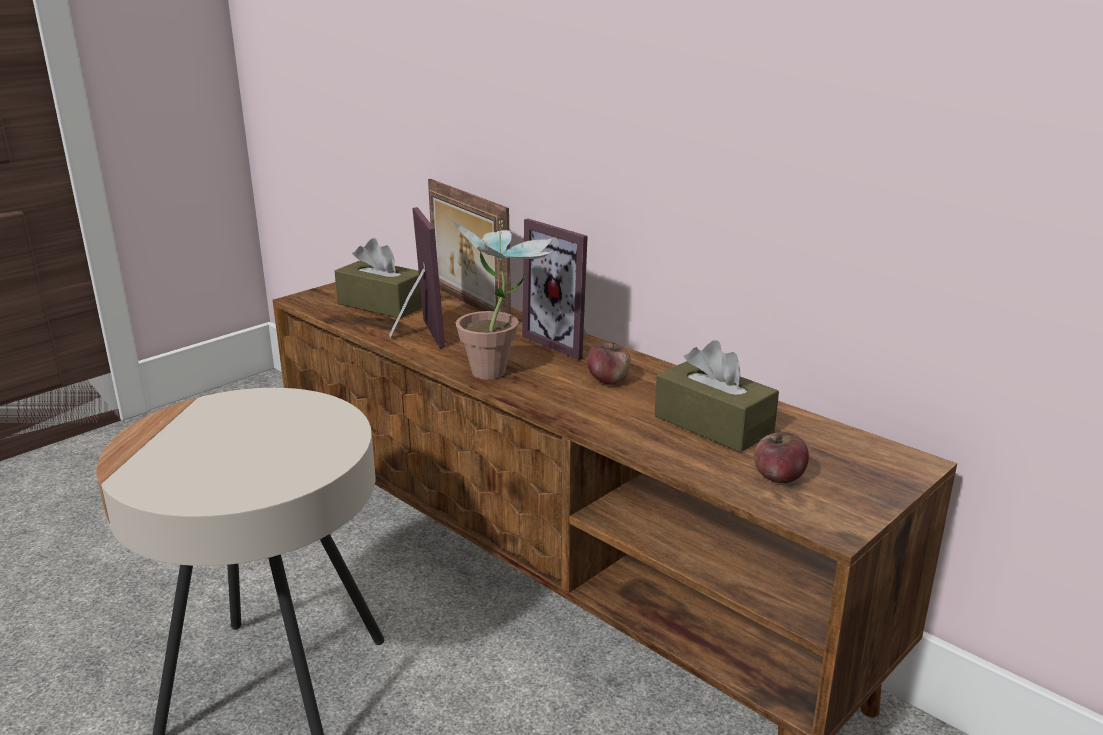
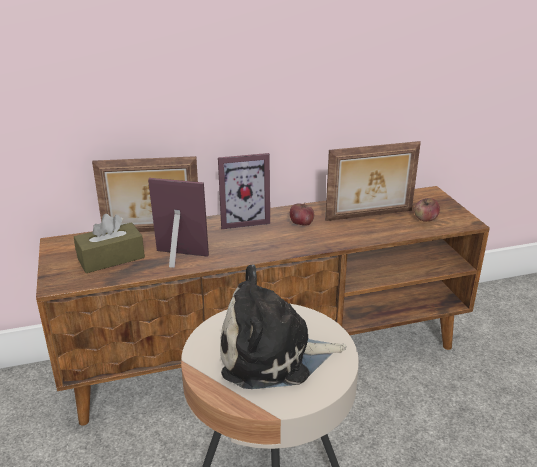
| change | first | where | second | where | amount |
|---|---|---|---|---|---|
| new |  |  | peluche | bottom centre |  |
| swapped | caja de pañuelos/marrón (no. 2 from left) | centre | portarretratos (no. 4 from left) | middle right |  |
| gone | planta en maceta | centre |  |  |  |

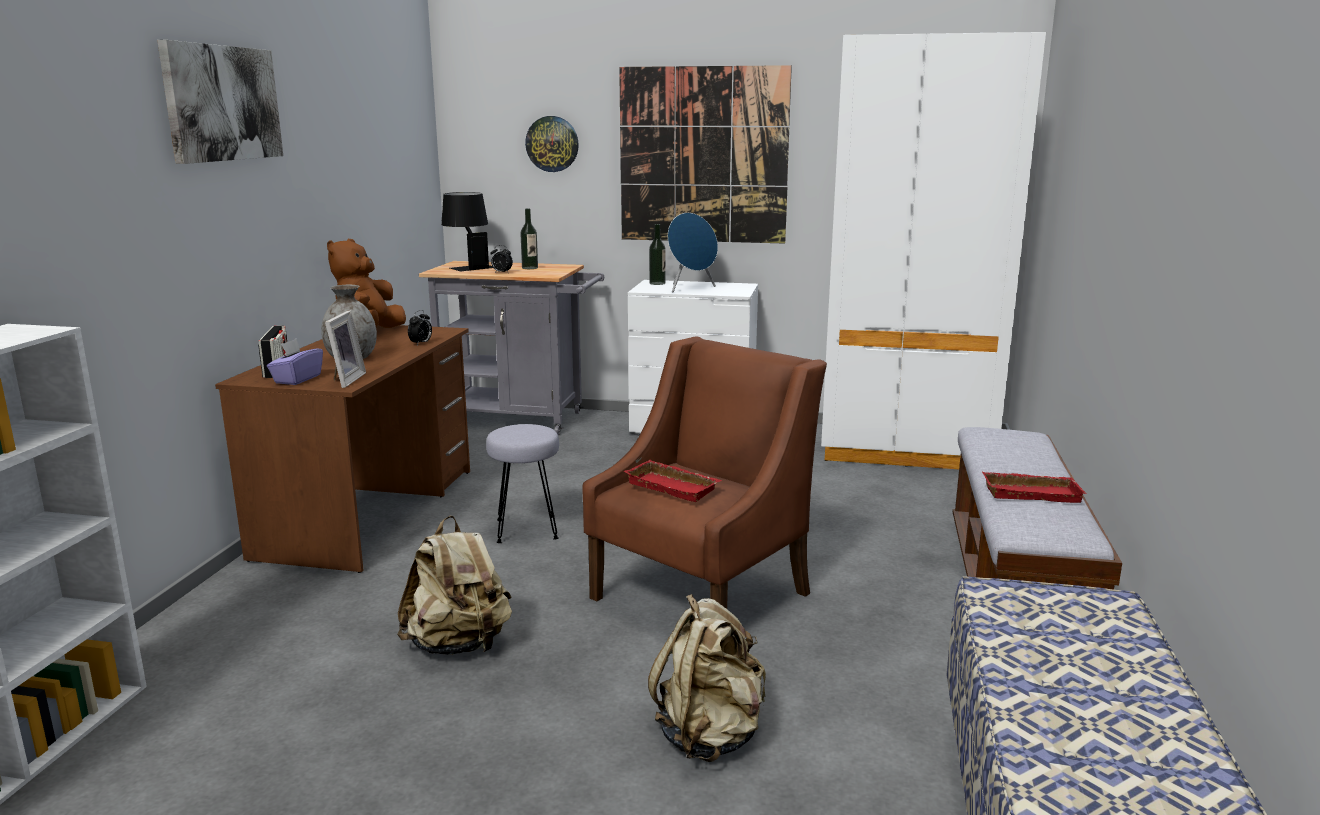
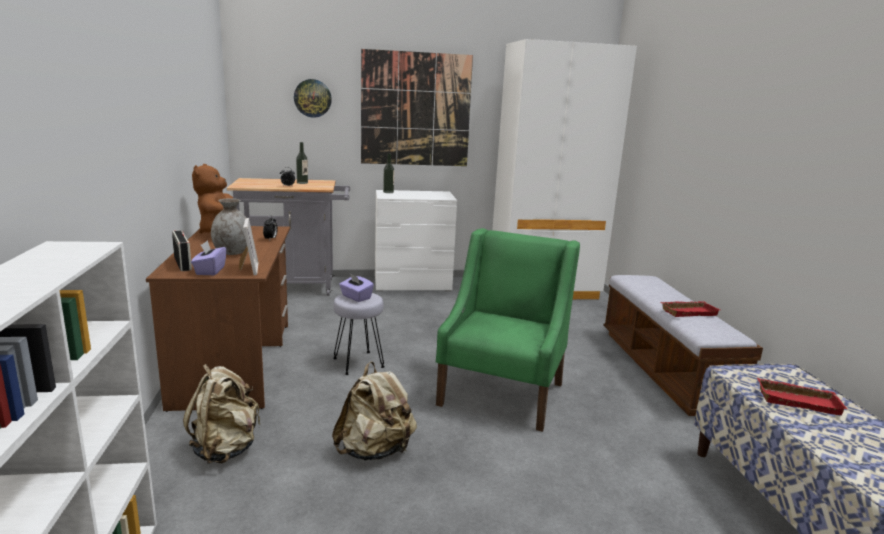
| change | first | where | second | where | amount |
|---|---|---|---|---|---|
| shifted | mochila/beis (no. 2 from left in the first image) | bottom centre | mochila/beis (no. 1 from left) | bottom left |  |
| new |  |  | caja de pañuelos/morado (no. 2 from left) | centre |  |
| repainted | sillón/marrón | centre | sillón/verde | centre |  |
| shifted | bandeja/rojo (no. 1 from left in the first image) | centre | bandeja/rojo (no. 2 from left) | bottom right |  |
| gone | cuadro (no. 1 from left) | top left |  |  |  |
| gone | lámpara de mesa/negro | top centre |  |  |  |
| gone | altavoz/azul | top centre |  |  |  |

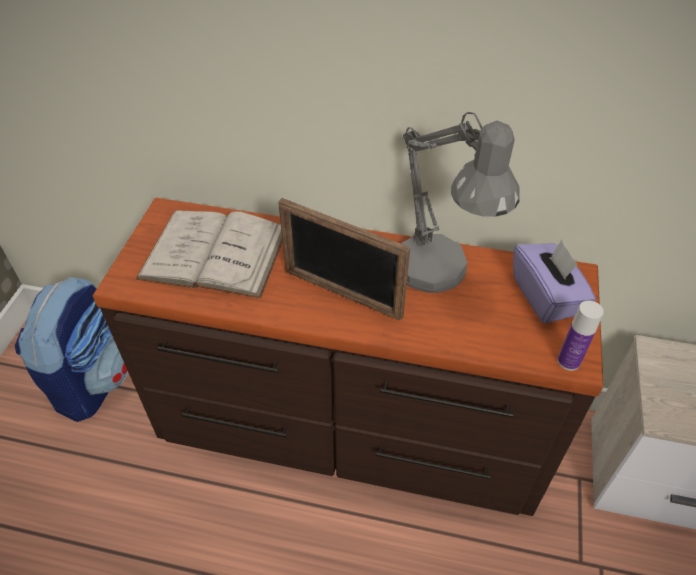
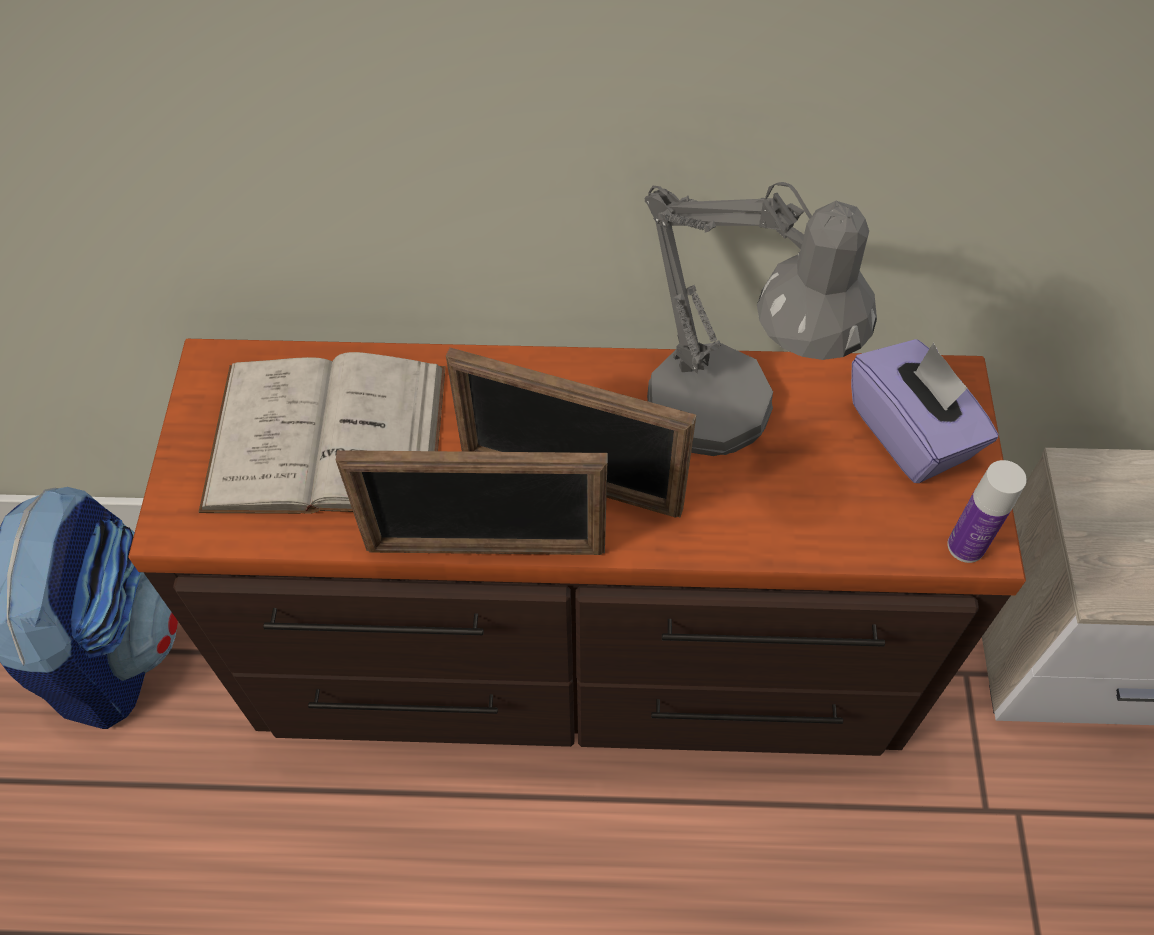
| change | first | where | second | where | amount |
|---|---|---|---|---|---|
| new |  |  | portarretratos (no. 1 from left) | centre |  |

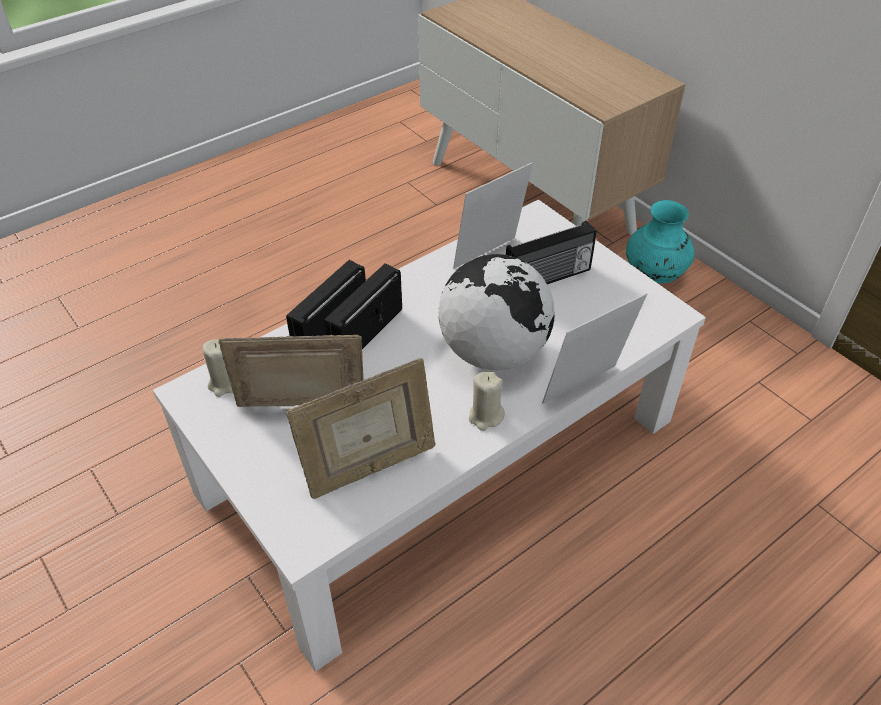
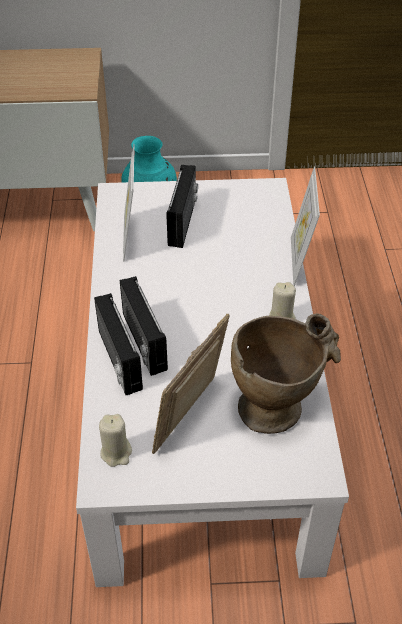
| change | first | where | second | where | amount |
|---|---|---|---|---|---|
| swapped | portarretratos (no. 2 from left) | centre | florero/beis | middle right |  |
| gone | globo terráqueo | centre |  |  |  |

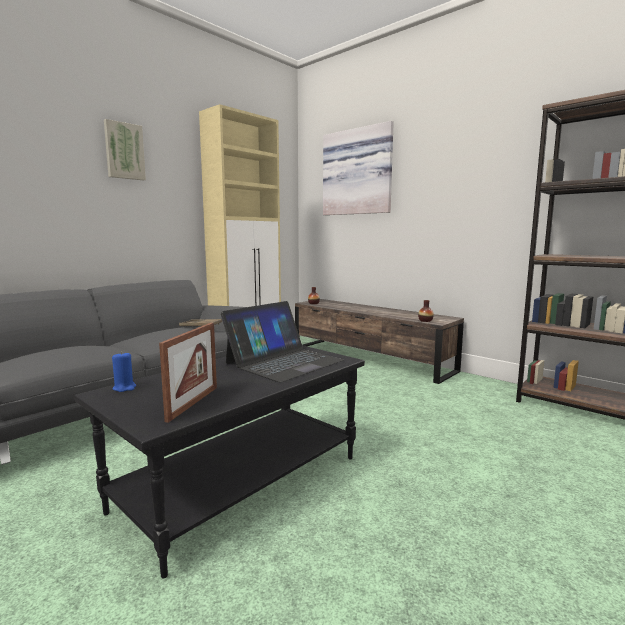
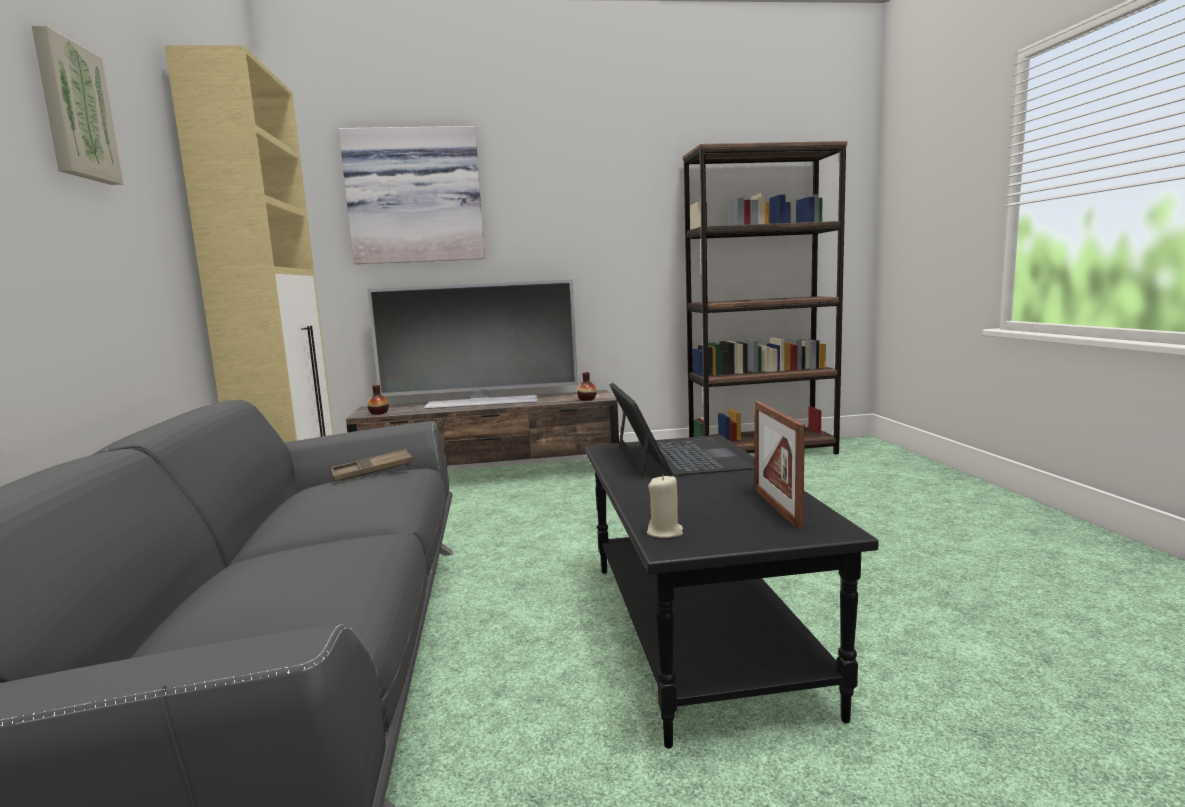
| change | first | where | second | where | amount |
|---|---|---|---|---|---|
| new |  |  | televisor | centre |  |
| repainted | vela/azul | middle left | vela/beis | centre |  |
| rotated | portarretratos | middle left |  | centre | 150 degrees counterclockwise |

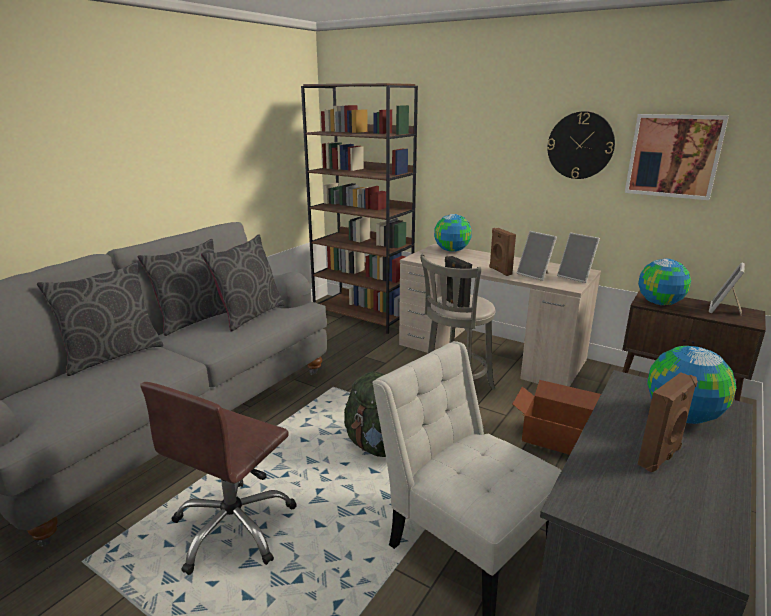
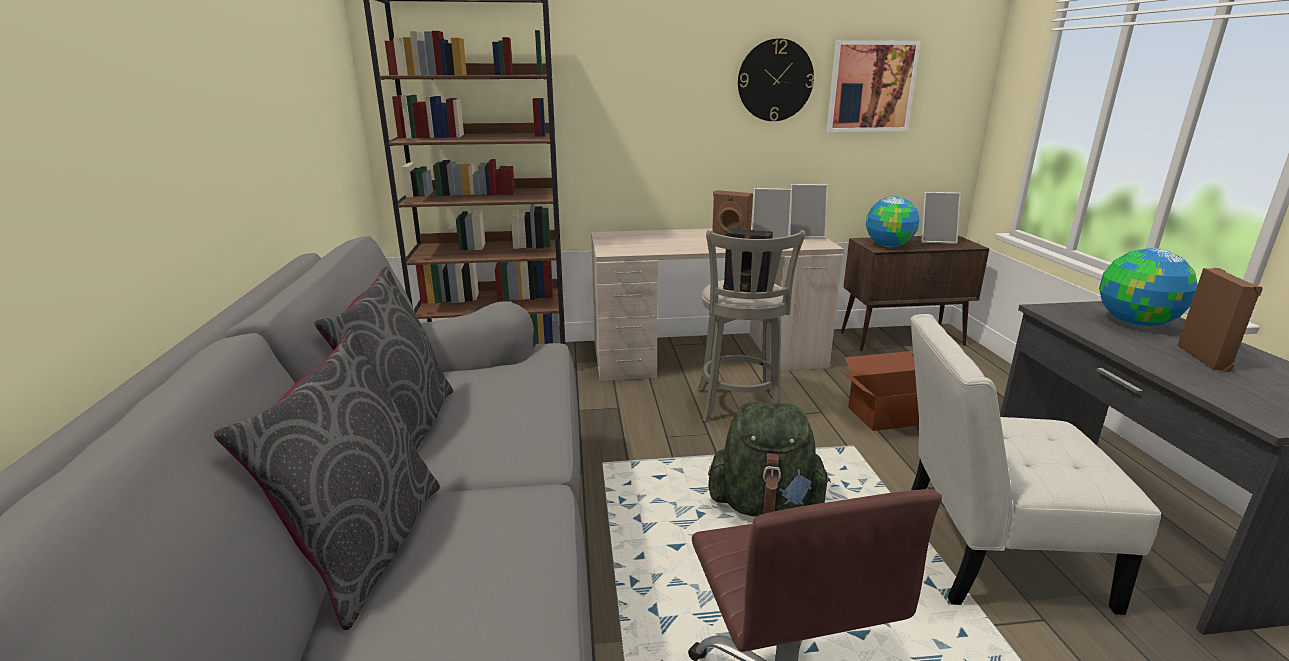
| change | first | where | second | where | amount |
|---|---|---|---|---|---|
| rotated | portarretratos (no. 3 from left) | middle right |  | top right | 75 degrees counterclockwise |
| gone | cojín/gris (no. 3 from left) | middle left |  |  |  |
| gone | globo terráqueo (no. 1 from left) | centre |  |  |  |

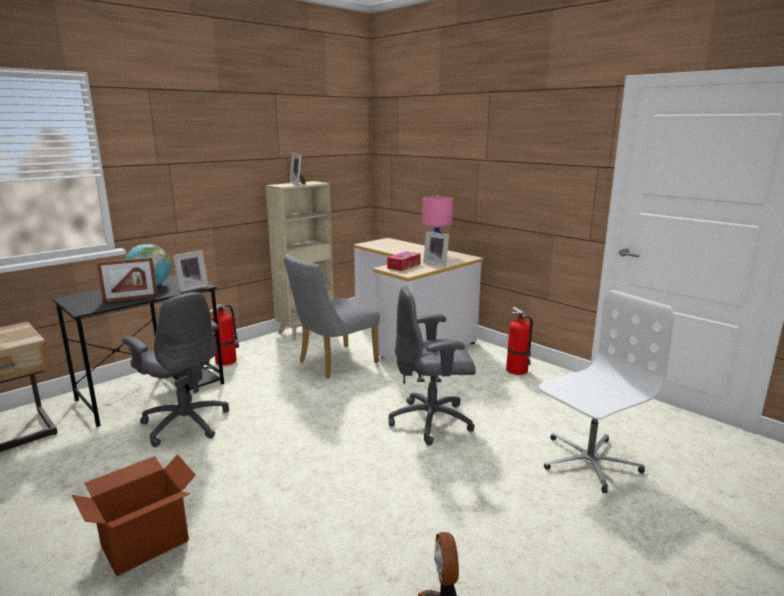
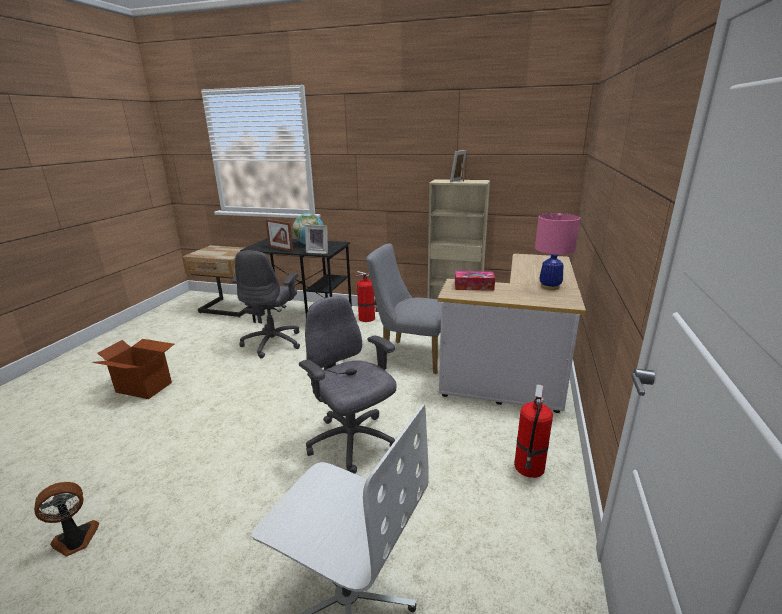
| change | first | where | second | where | amount |
|---|---|---|---|---|---|
| gone | portarretratos (no. 4 from left) | centre |  |  |  |

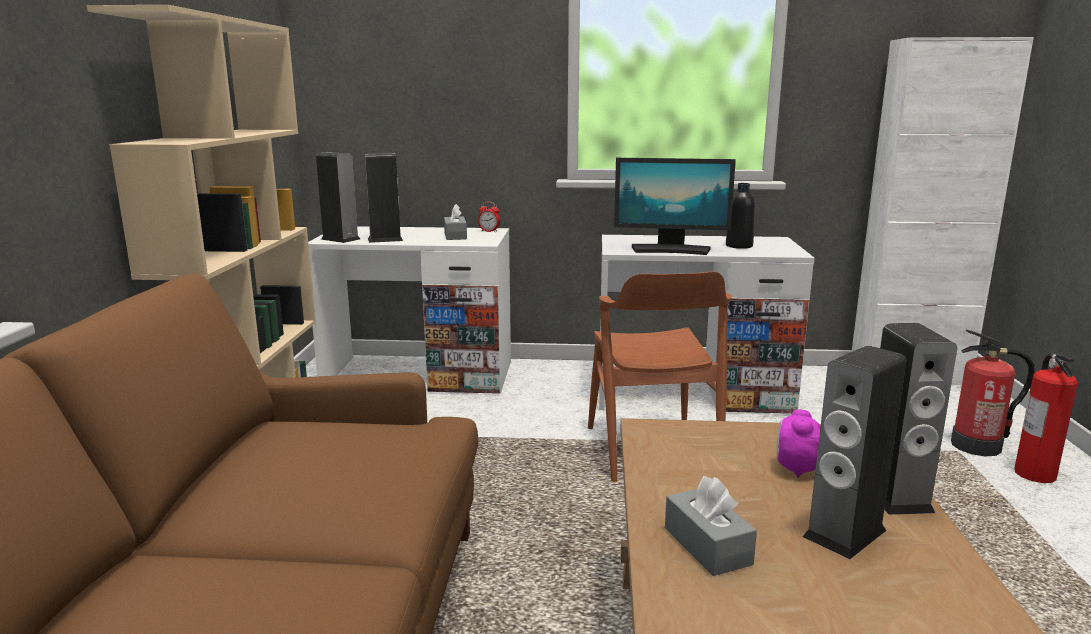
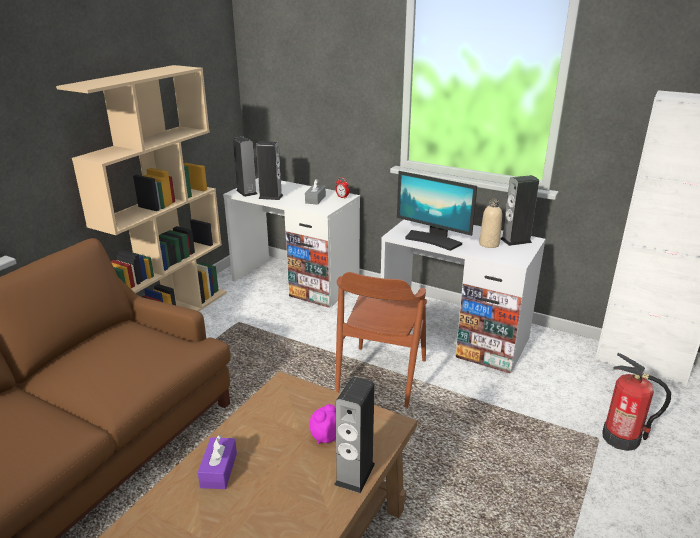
| change | first | where | second | where | amount |
|---|---|---|---|---|---|
| repainted | caja de pañuelos/gris (no. 2 from left) | bottom centre | caja de pañuelos/morado | bottom left |  |
| repainted | botella/negro | middle right | botella/beis | middle right |  |
| shifted | altavoz (no. 3 from left in the first image) | bottom right | altavoz (no. 4 from left) | middle right |  |
| gone | extintor (no. 2 from left) | middle right |  |  |  |

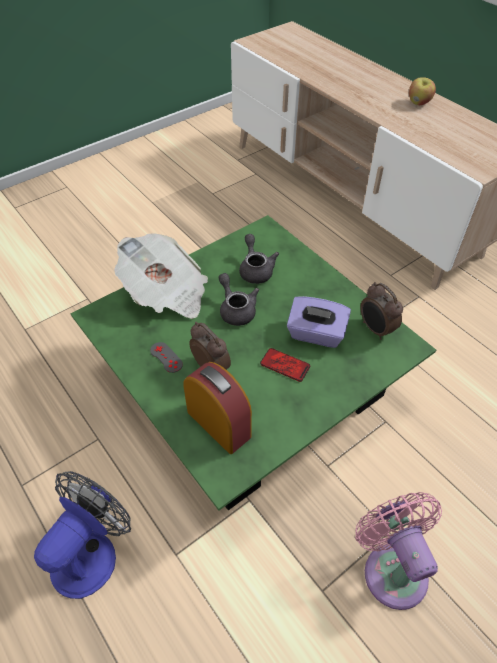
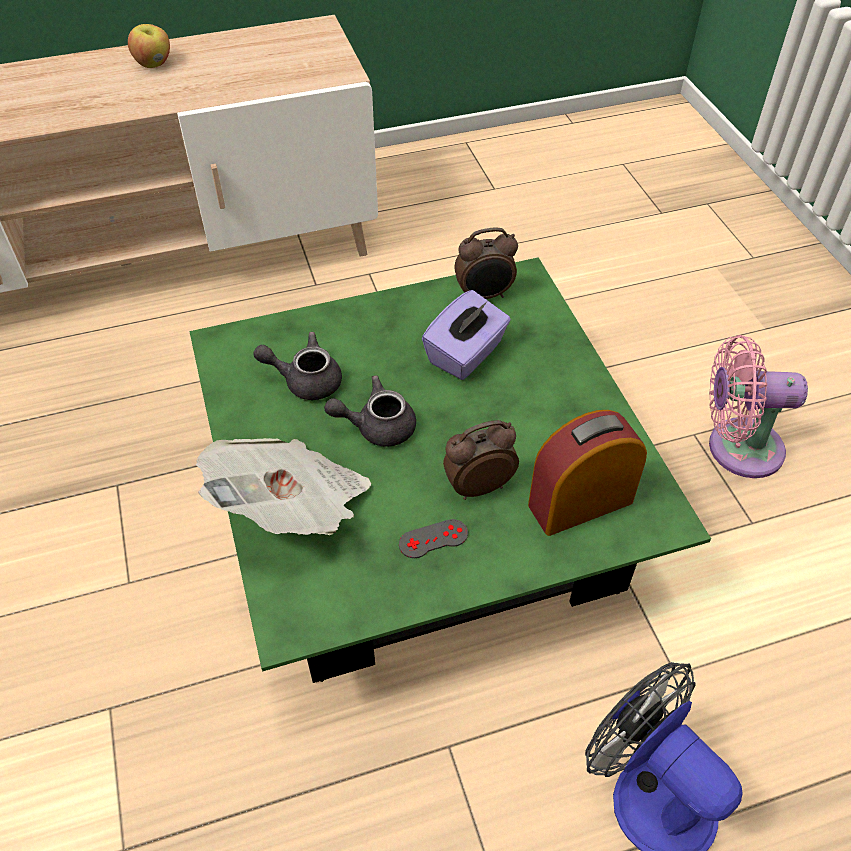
| change | first | where | second | where | amount |
|---|---|---|---|---|---|
| gone | móvil | centre |  |  |  |

